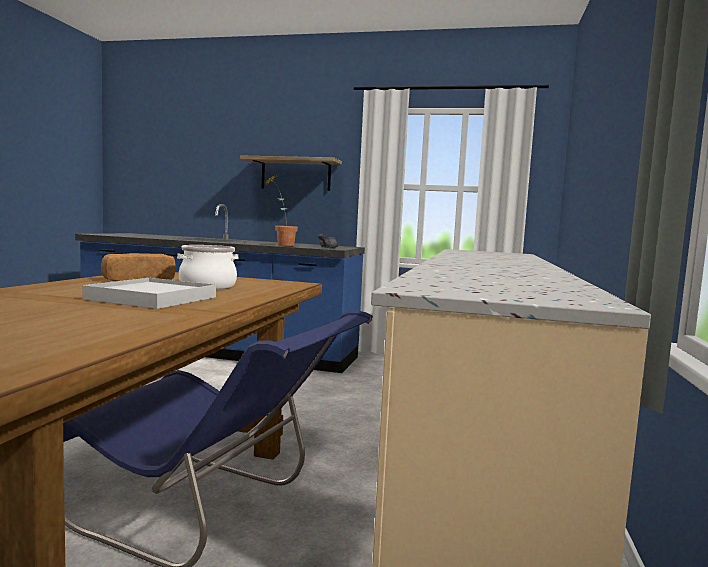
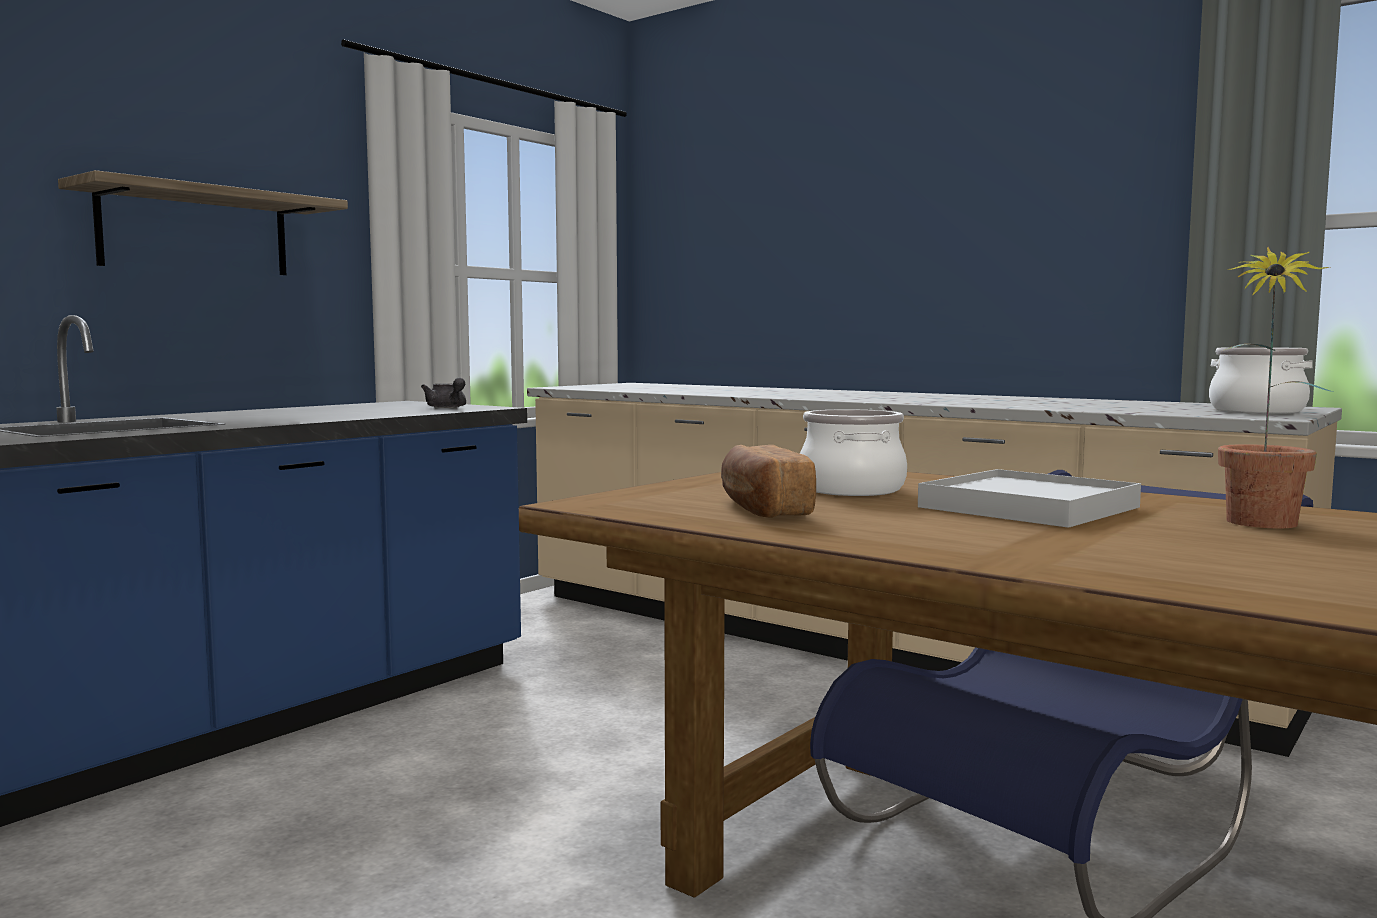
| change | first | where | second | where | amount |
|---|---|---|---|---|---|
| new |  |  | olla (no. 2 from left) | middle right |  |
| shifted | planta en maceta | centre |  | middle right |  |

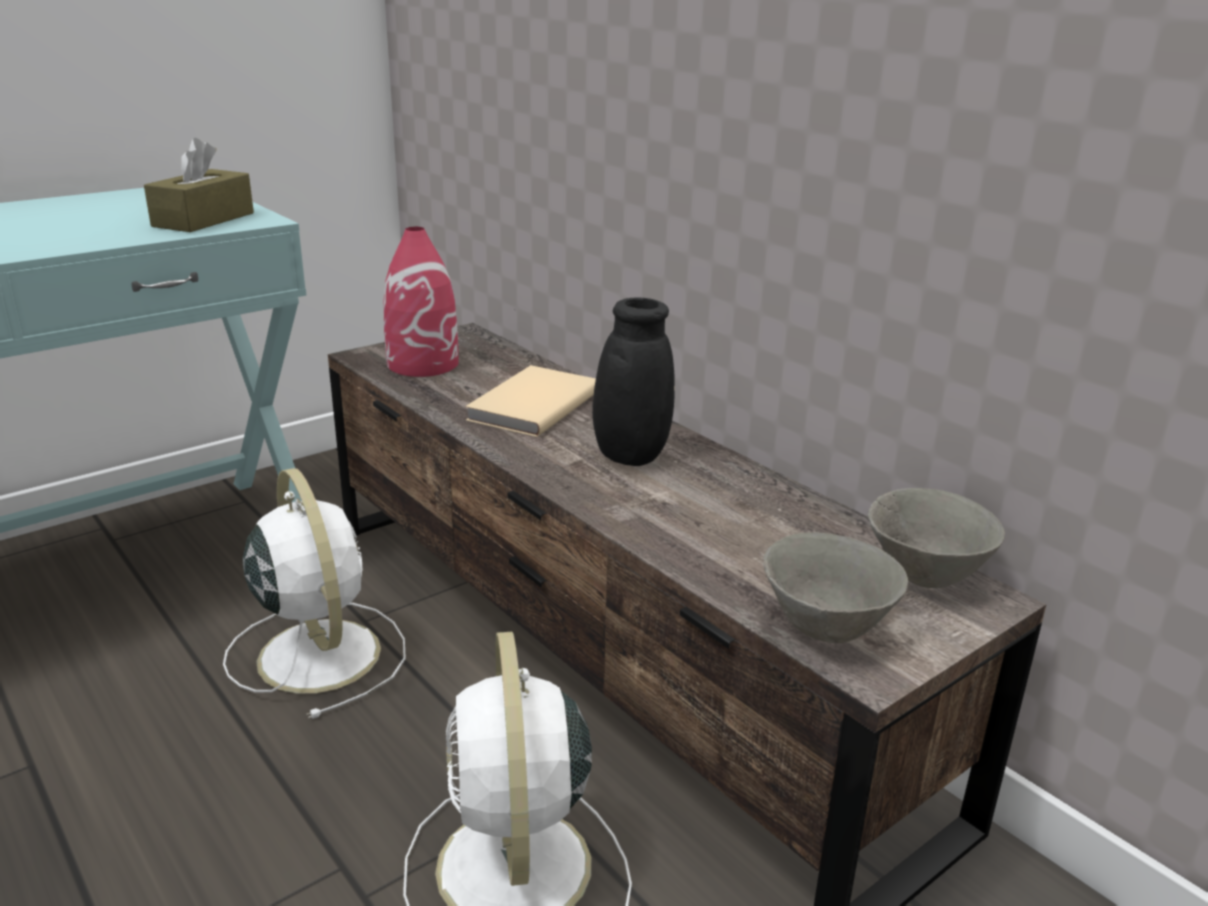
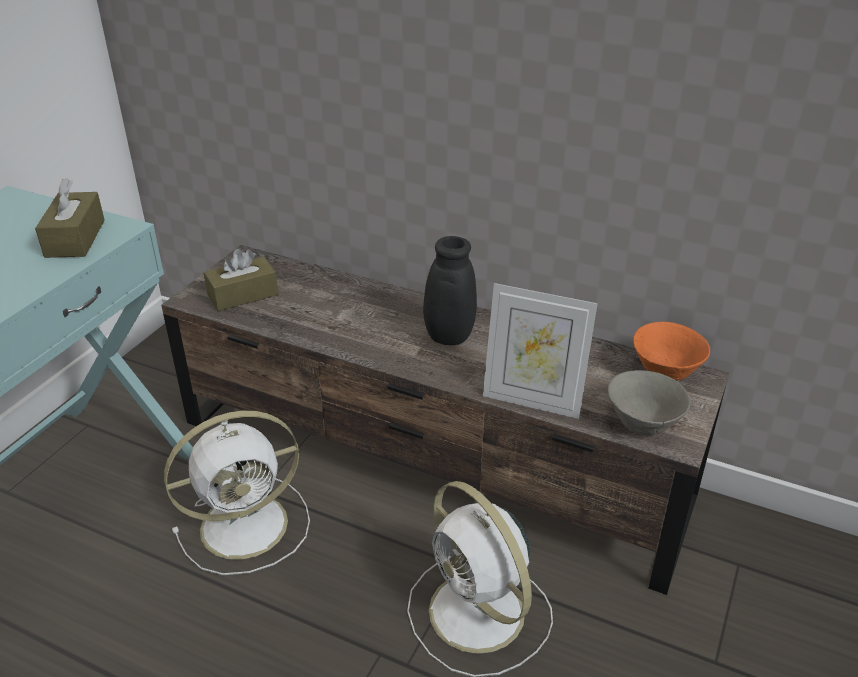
| change | first | where | second | where | amount |
|---|---|---|---|---|---|
| rotated | ventilador/blanco (no. 1 from left) | middle left |  | bottom left | 120 degrees clockwise |
| swapped | florero/rojo | centre | caja de pañuelos/marrón (no. 2 from left) | middle left |  |
| new |  |  | portarretratos | centre |  |
| repainted | cuenco/gris (no. 2 from left) | middle right | cuenco/naranja | middle right |  |
| gone | libro/beis | centre |  |  |  |

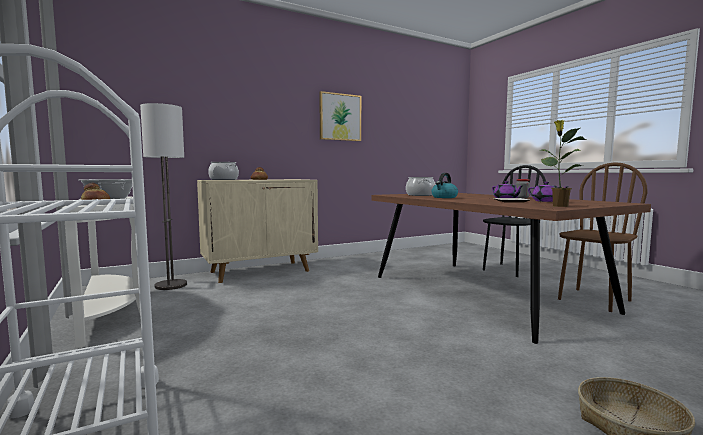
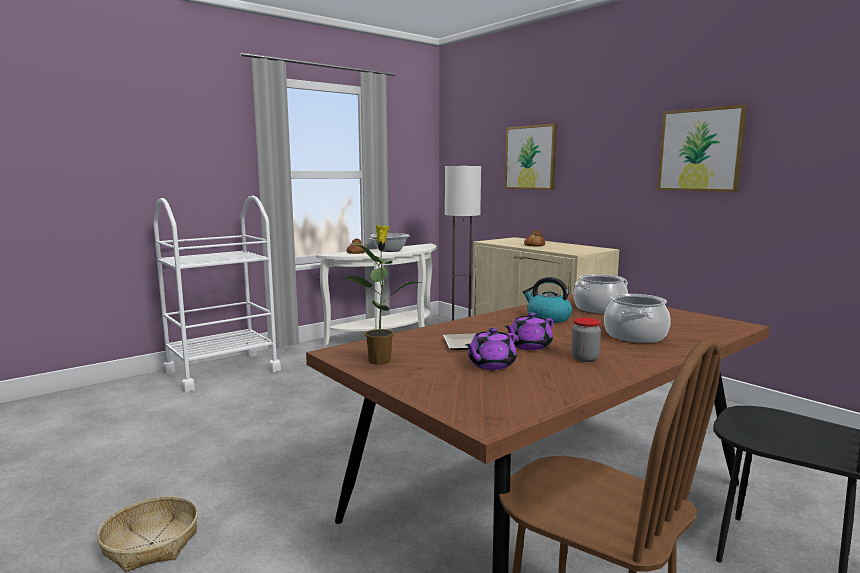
| change | first | where | second | where | amount |
|---|---|---|---|---|---|
| new |  |  | cuadro (no. 1 from left) | top centre |  |
| shifted | olla (no. 2 from left in the first image) | middle left | olla (no. 3 from left) | middle right |  |

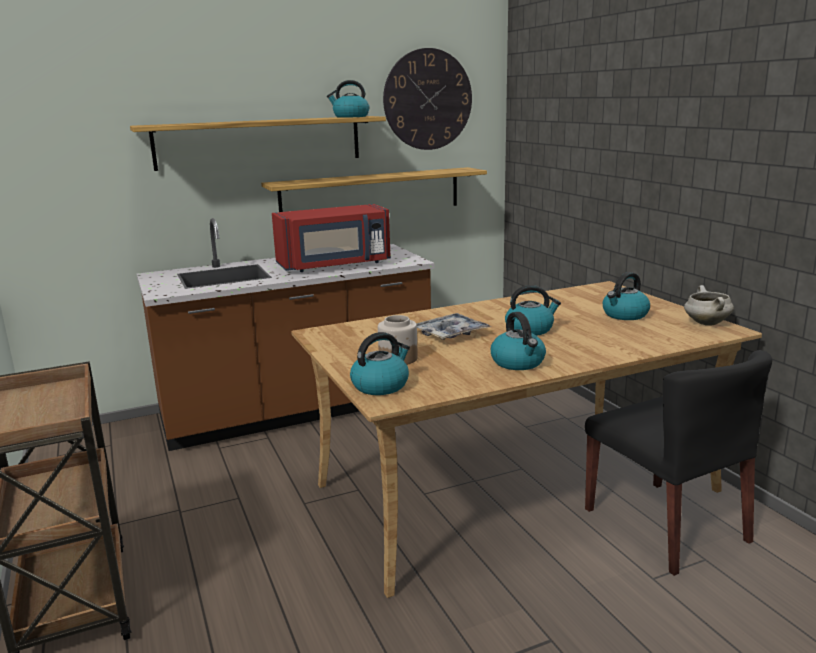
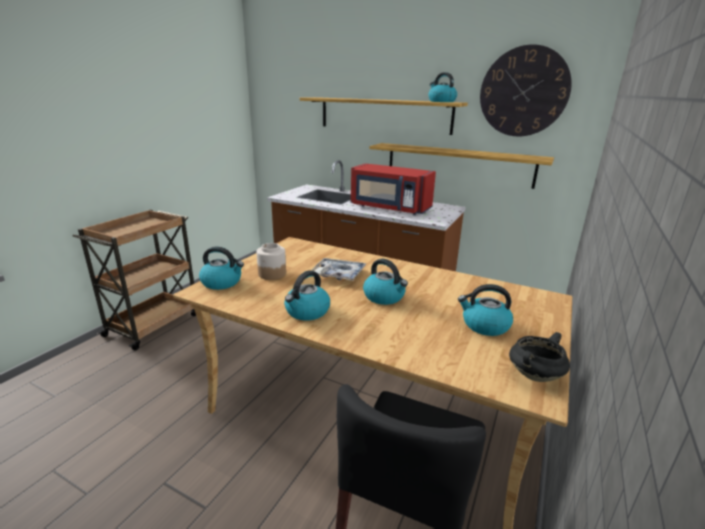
| change | first | where | second | where | amount |
|---|---|---|---|---|---|
| repainted | olla/blanco | middle right | olla/negro | bottom right |  |

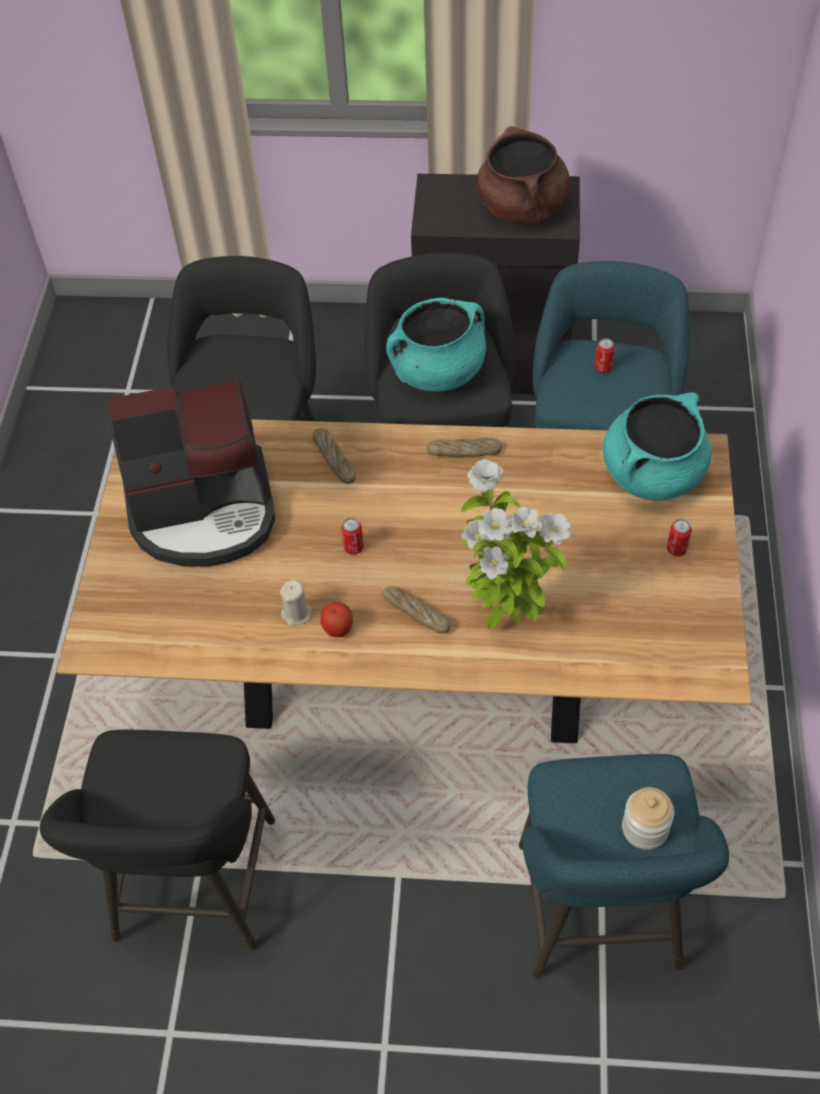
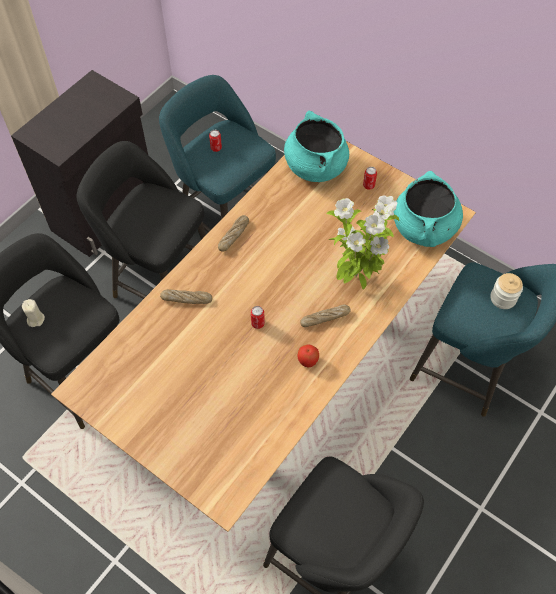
| change | first | where | second | where | amount |
|---|---|---|---|---|---|
| shifted | vela/beis | centre |  | middle left |  |
| shifted | olla/turquesa (no. 1 from left in the first image) | top centre | olla/turquesa (no. 2 from left) | middle right |  |
| gone | cafetera | middle left |  |  |  |
| gone | olla/marrón | top centre |  |  |  |

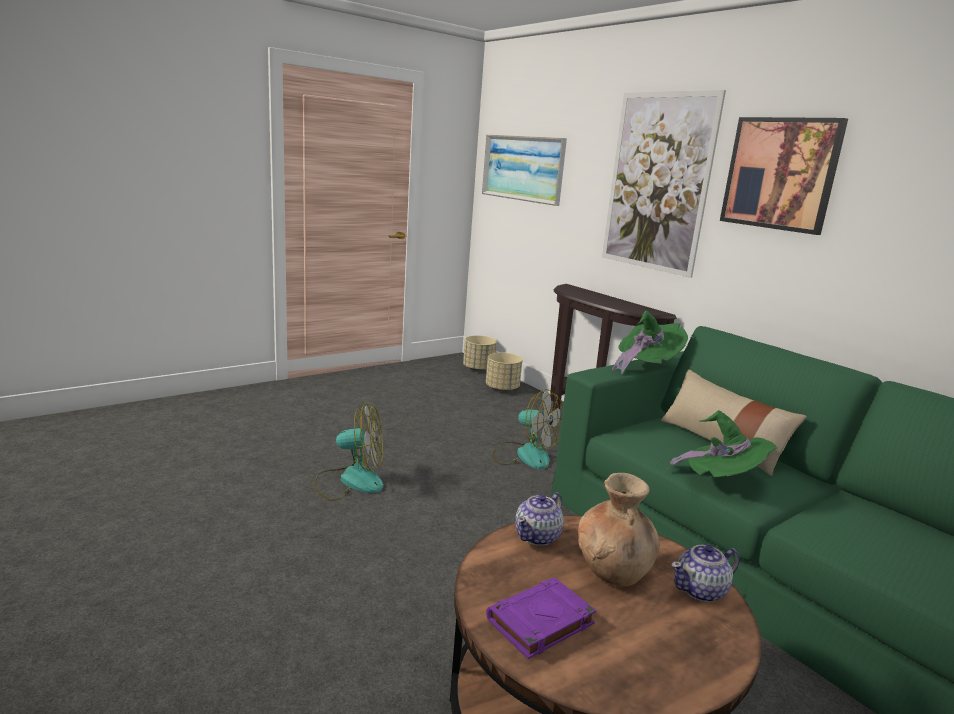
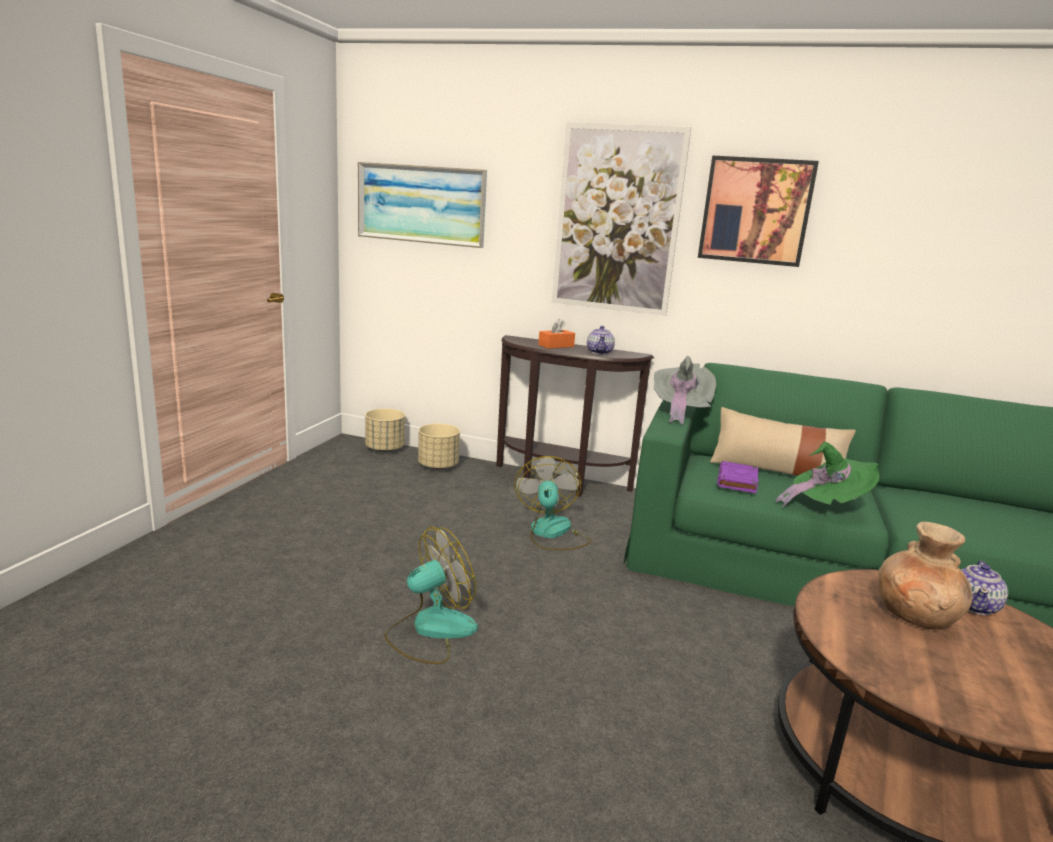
| change | first | where | second | where | amount |
|---|---|---|---|---|---|
| rotated | ventilador (no. 2 from left) | centre |  | centre | 90 degrees counterclockwise |
| new |  |  | caja de pañuelos/naranja | centre |  |
| shifted | tetera (no. 1 from left) | bottom centre |  | centre |  |
| repainted | sombrero/verde (no. 1 from left) | middle right | sombrero/gris | centre |  |
| shifted | libro/morado | bottom centre |  | middle right |  |

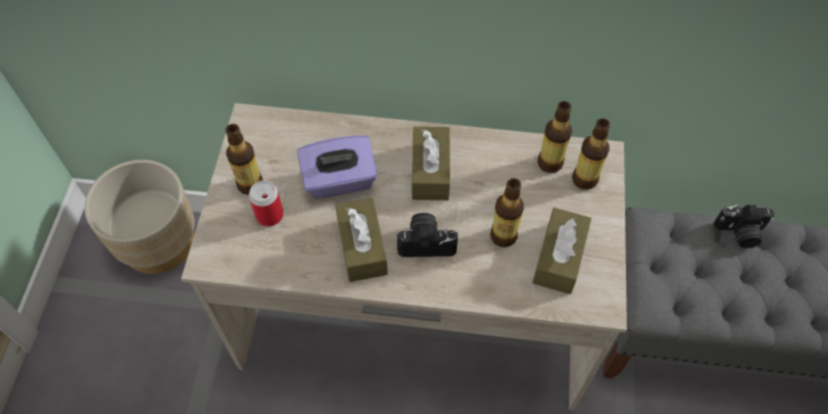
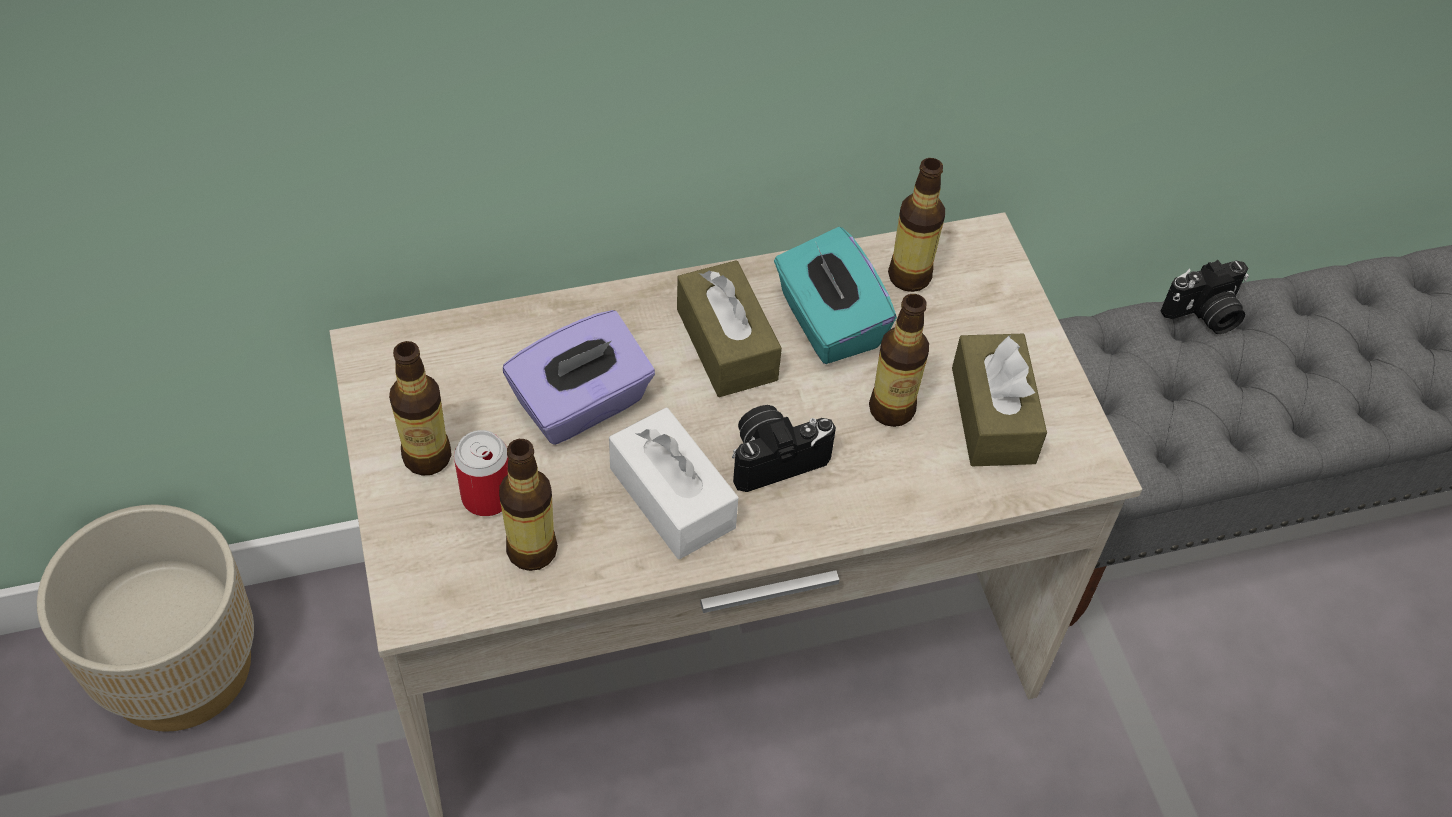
| change | first | where | second | where | amount |
|---|---|---|---|---|---|
| shifted | botella (no. 4 from left in the first image) | middle right | botella (no. 2 from left) | centre |  |
| repainted | caja de pañuelos/marrón (no. 1 from left) | centre | caja de pañuelos/blanco | centre |  |
| new |  |  | caja de pañuelos/turquesa | centre |  |

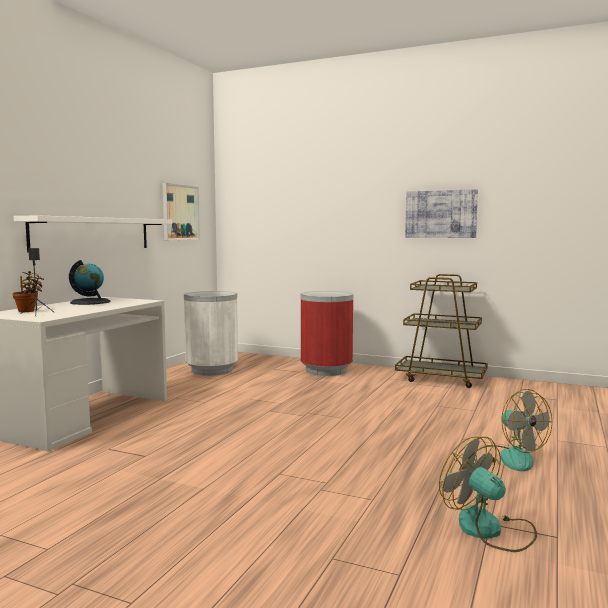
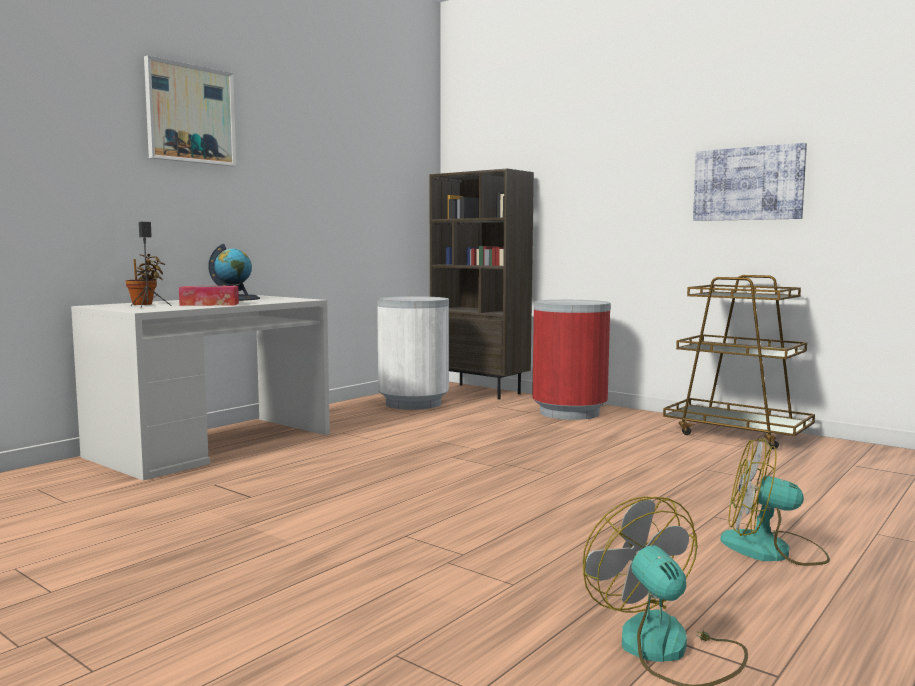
| change | first | where | second | where | amount |
|---|---|---|---|---|---|
| shifted | cuadro (no. 1 from left) | middle left |  | top left |  |
| new |  |  | caja de pañuelos | middle left |  |
| new |  |  | estantería/marrón | centre |  |
| rotated | ventilador (no. 2 from left) | bottom right |  | bottom right | 120 degrees clockwise |
| gone | estante/blanco | middle left |  |  |  |

